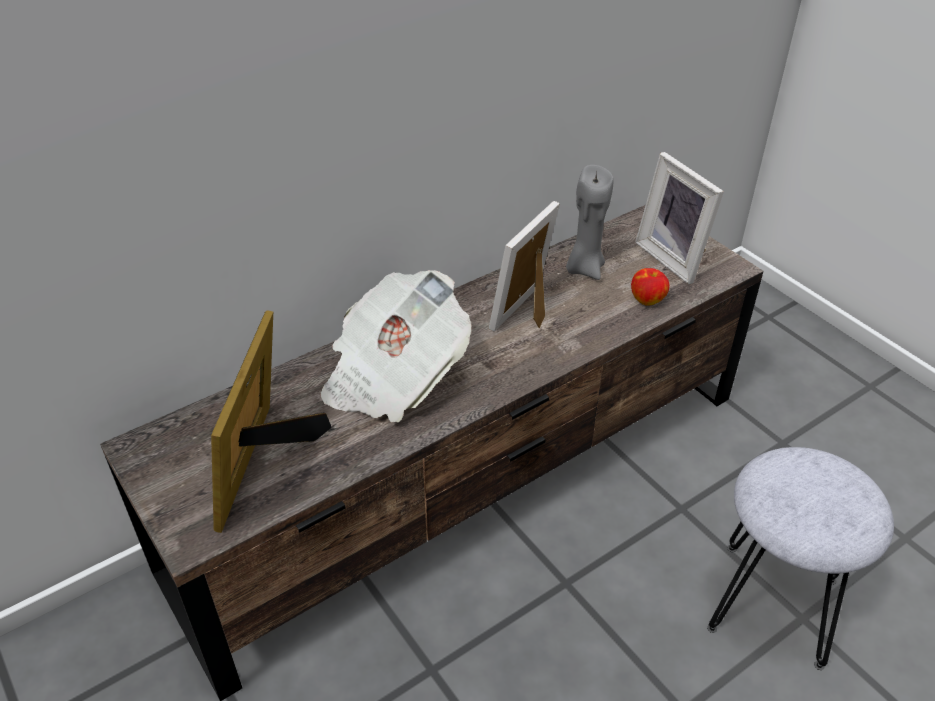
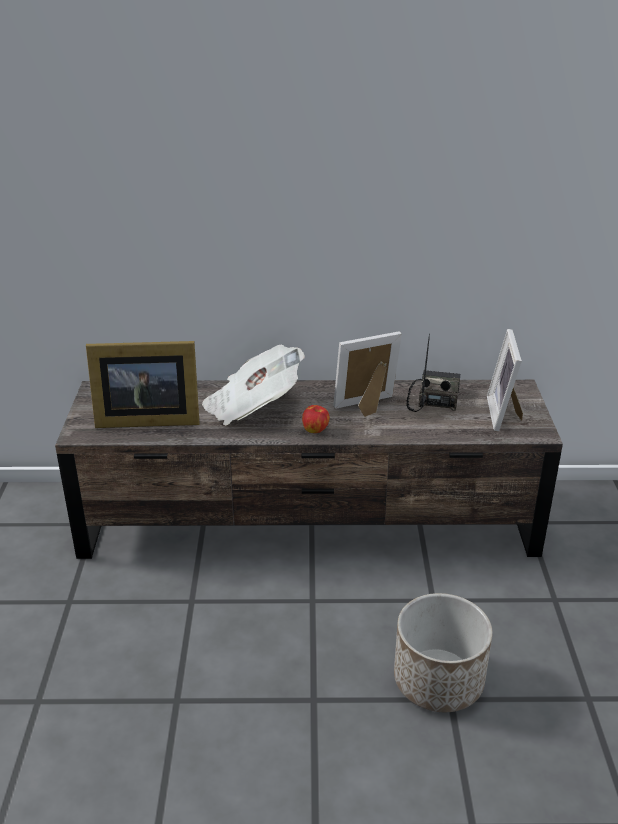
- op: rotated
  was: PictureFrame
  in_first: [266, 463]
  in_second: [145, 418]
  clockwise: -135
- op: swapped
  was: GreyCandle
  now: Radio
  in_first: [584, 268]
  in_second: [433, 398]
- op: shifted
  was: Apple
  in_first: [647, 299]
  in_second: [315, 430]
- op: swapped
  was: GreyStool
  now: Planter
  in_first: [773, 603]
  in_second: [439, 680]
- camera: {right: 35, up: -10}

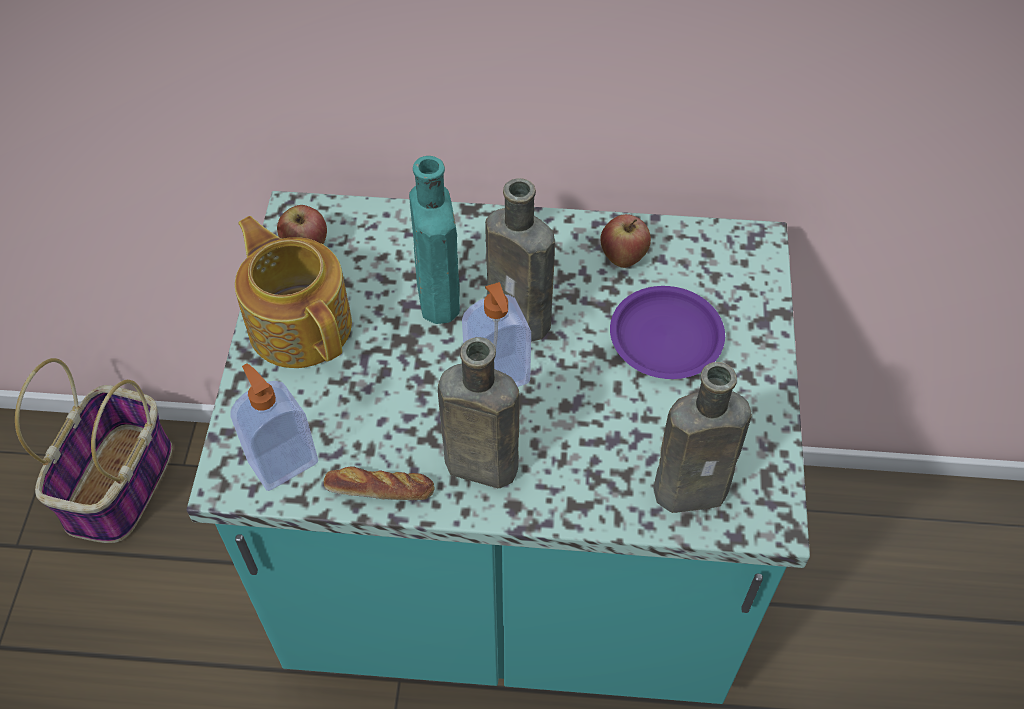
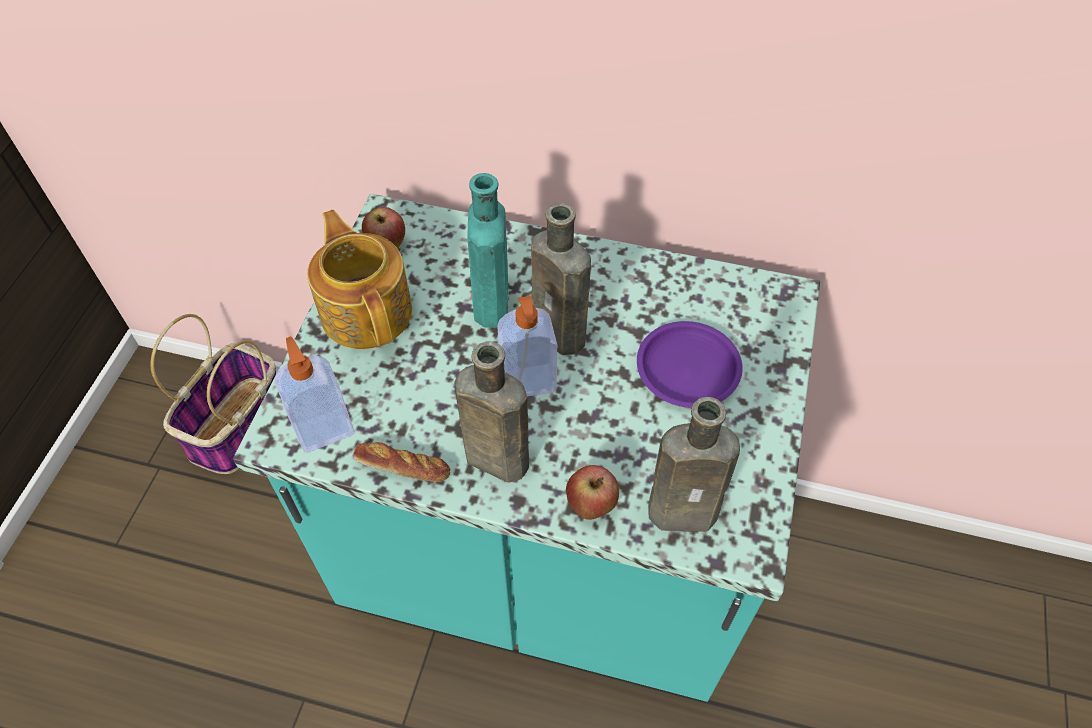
- op: shifted
  was: Apple
  in_first: [623, 258]
  in_second: [591, 506]
- camera: {right: 10, up: 0}

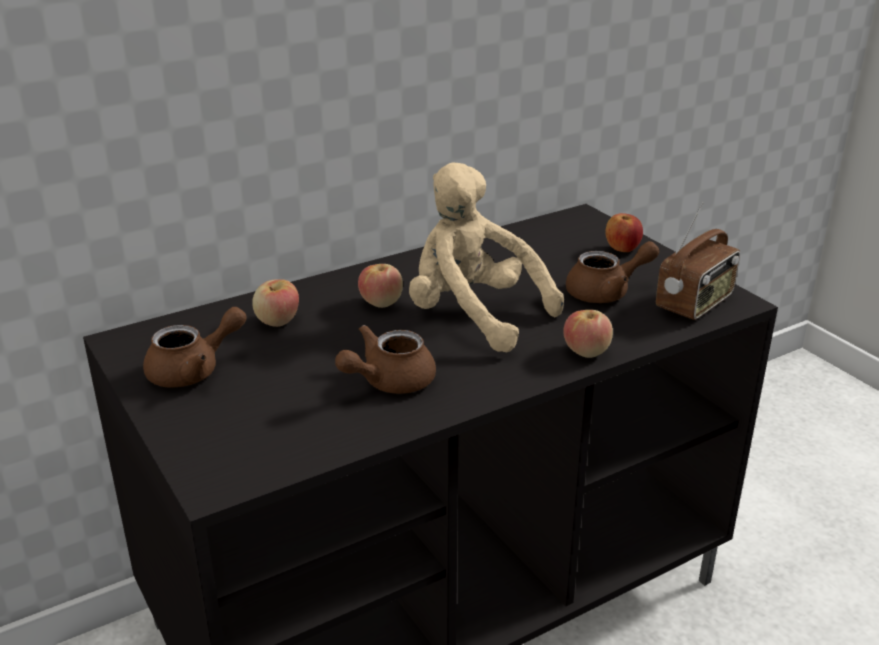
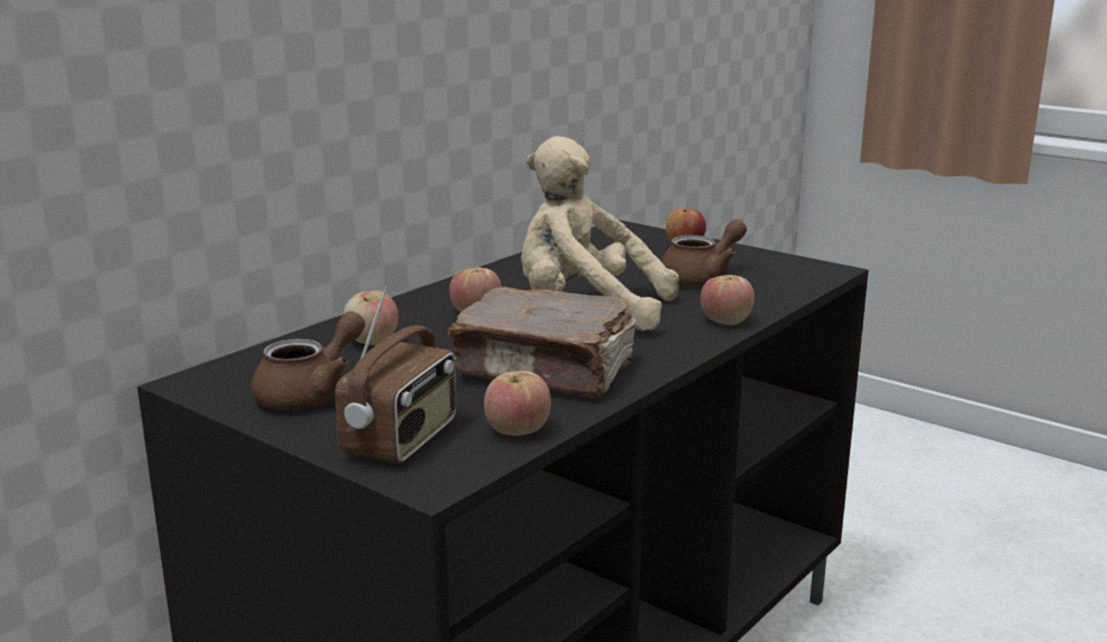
- op: swapped
  was: BrownTeapot
  now: BrownBook
  in_first: [388, 382]
  in_second: [546, 371]
- op: shifted
  was: Radio
  in_first: [695, 303]
  in_second: [402, 440]
- op: new
  now: Apple
  in_second: [517, 430]
- camera: {right: -20, up: -10}

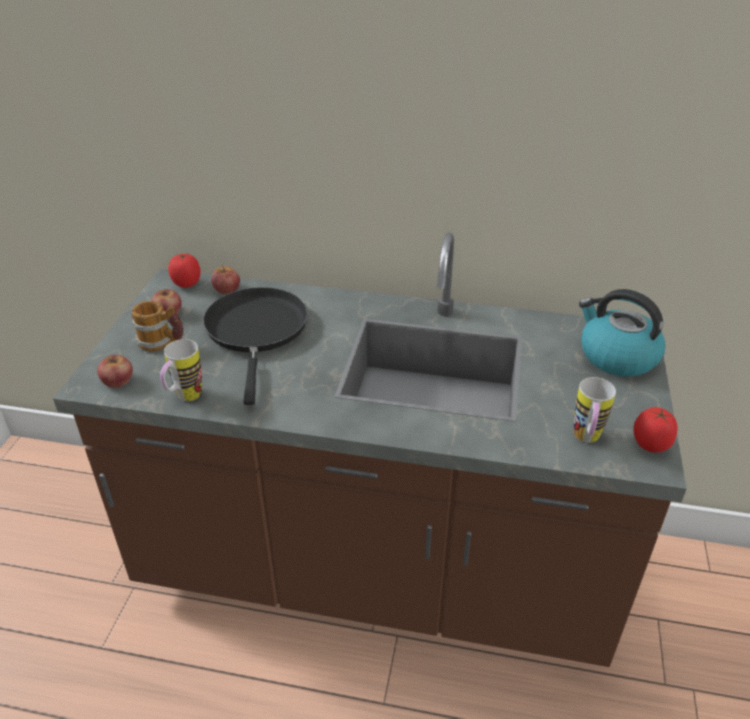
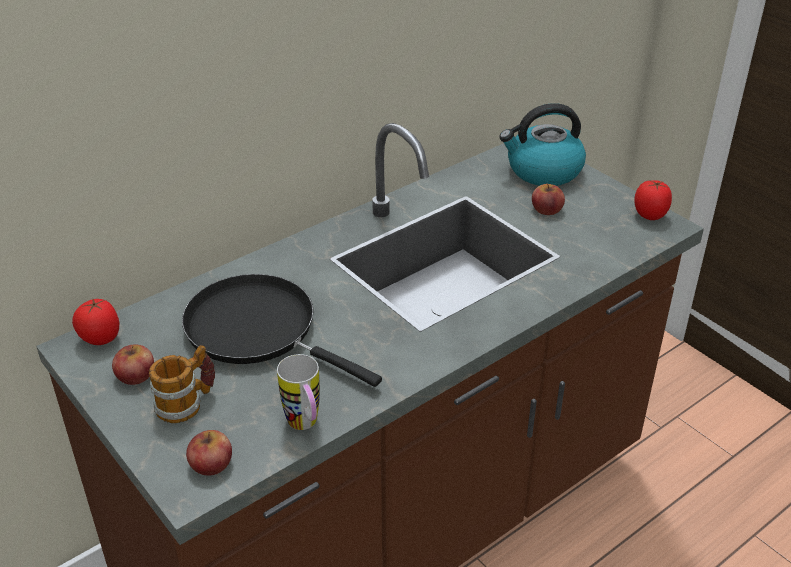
- op: shifted
  was: Apple
  in_first: [226, 289]
  in_second: [546, 209]
- op: gone
  was: Mug
  in_first: [586, 440]
- camera: {right: -50, up: 0}

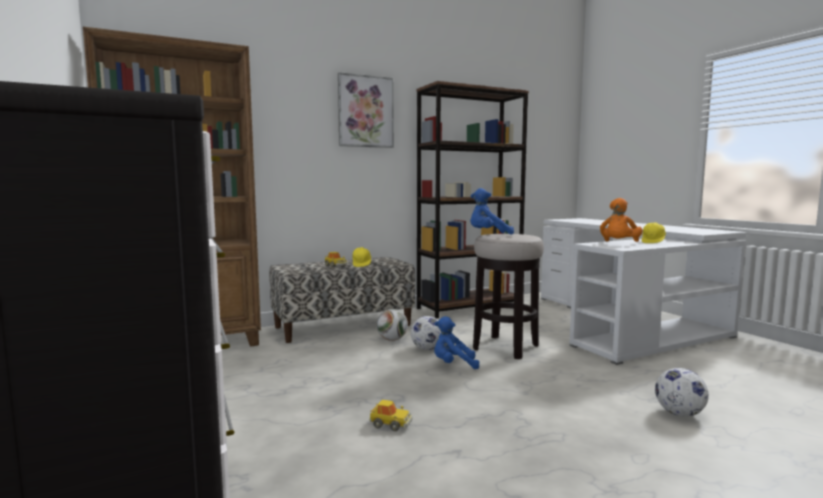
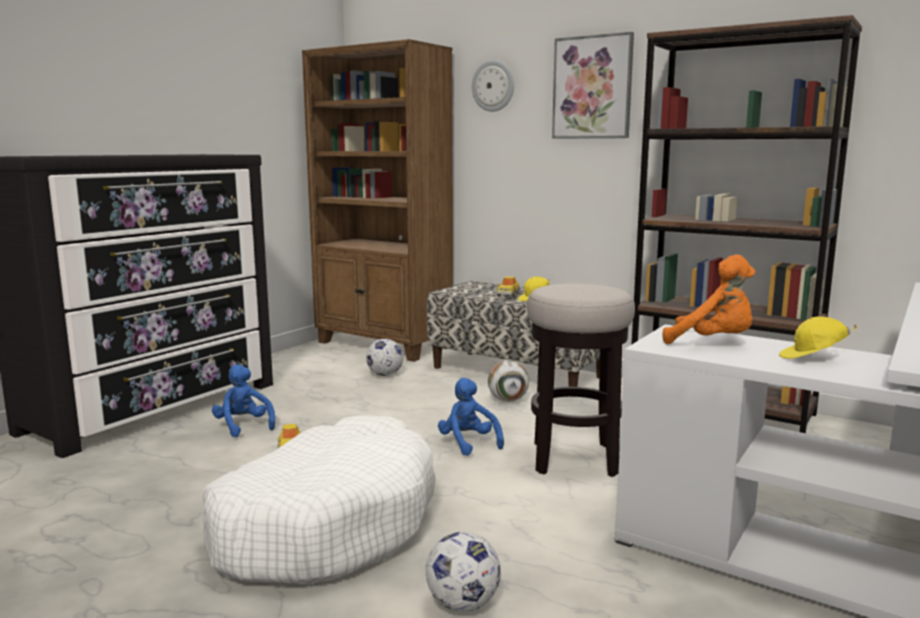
- op: shifted
  was: Football
  in_first: [427, 348]
  in_second: [385, 374]
- op: shifted
  was: BluePlushToy
  in_first: [488, 234]
  in_second: [243, 426]
- op: rotated
  was: OrangePlushToy
  in_first: [619, 244]
  in_second: [713, 342]
  clockwise: -150
- op: new
  now: WhiteDogBed
  in_second: [326, 524]
- op: new
  now: WallClock
  in_second: [493, 86]
- camera: {right: 60, up: 5}

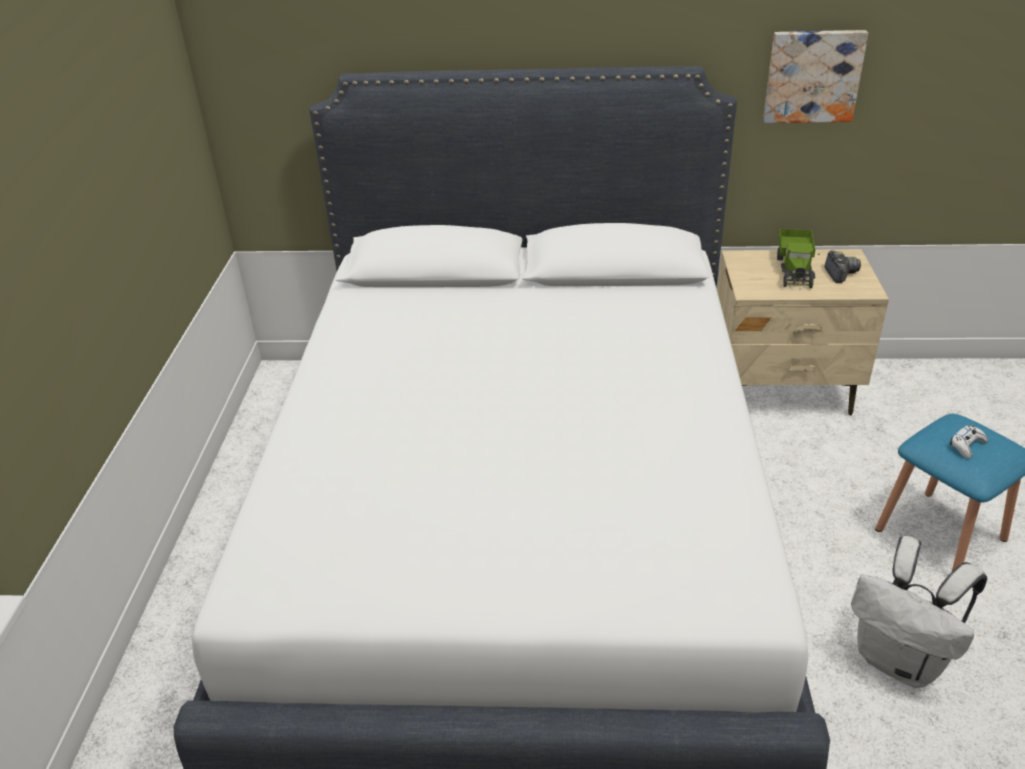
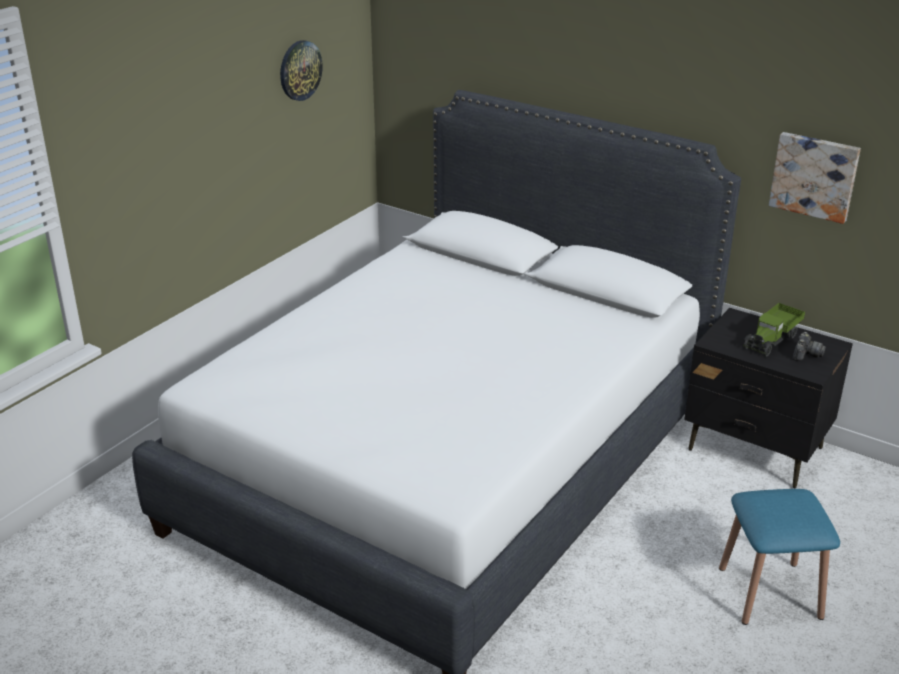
- op: repainted
  was: BeigeNightstand
  now: BlackNightstand
  in_first: [782, 390]
  in_second: [755, 449]
- op: gone
  was: WhiteBackpack
  in_first: [900, 661]
- op: gone
  was: WhiteGameController
  in_first: [967, 445]
- op: new
  now: WallClock
  in_second: [300, 70]
- camera: {right: 30, up: -5}

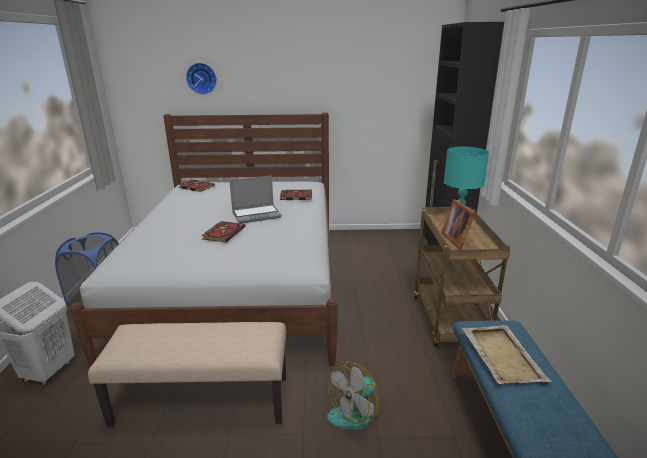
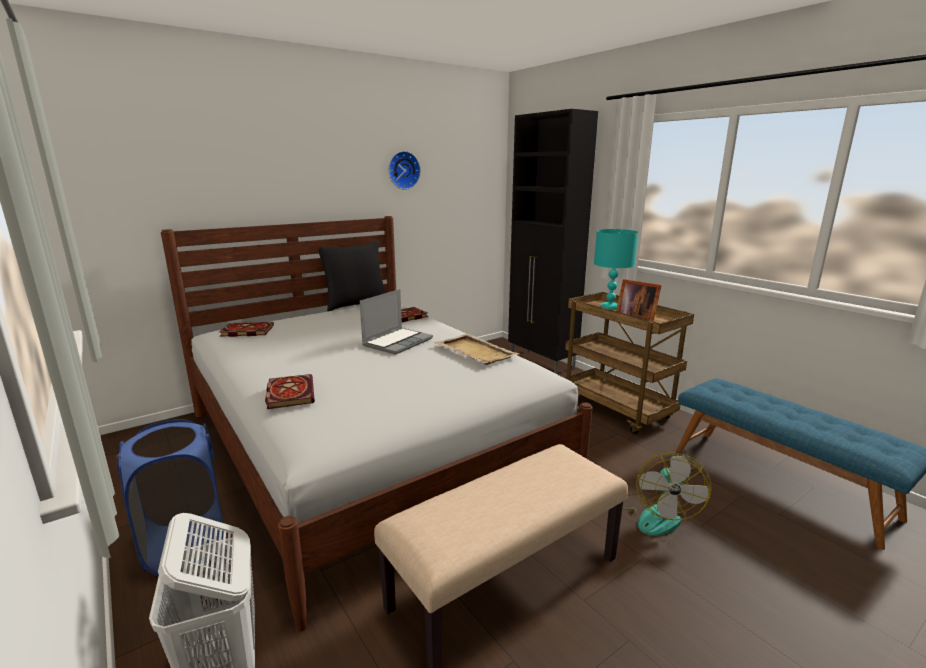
- op: shifted
  was: WallClock
  in_first: [202, 78]
  in_second: [403, 170]
- op: shifted
  was: Book
  in_first: [223, 233]
  in_second: [289, 393]
- op: shifted
  was: BeigeTray
  in_first: [502, 355]
  in_second: [475, 351]
- op: new
  now: BlackPillow
  in_second: [356, 304]
- camera: {right: -35, up: -5}

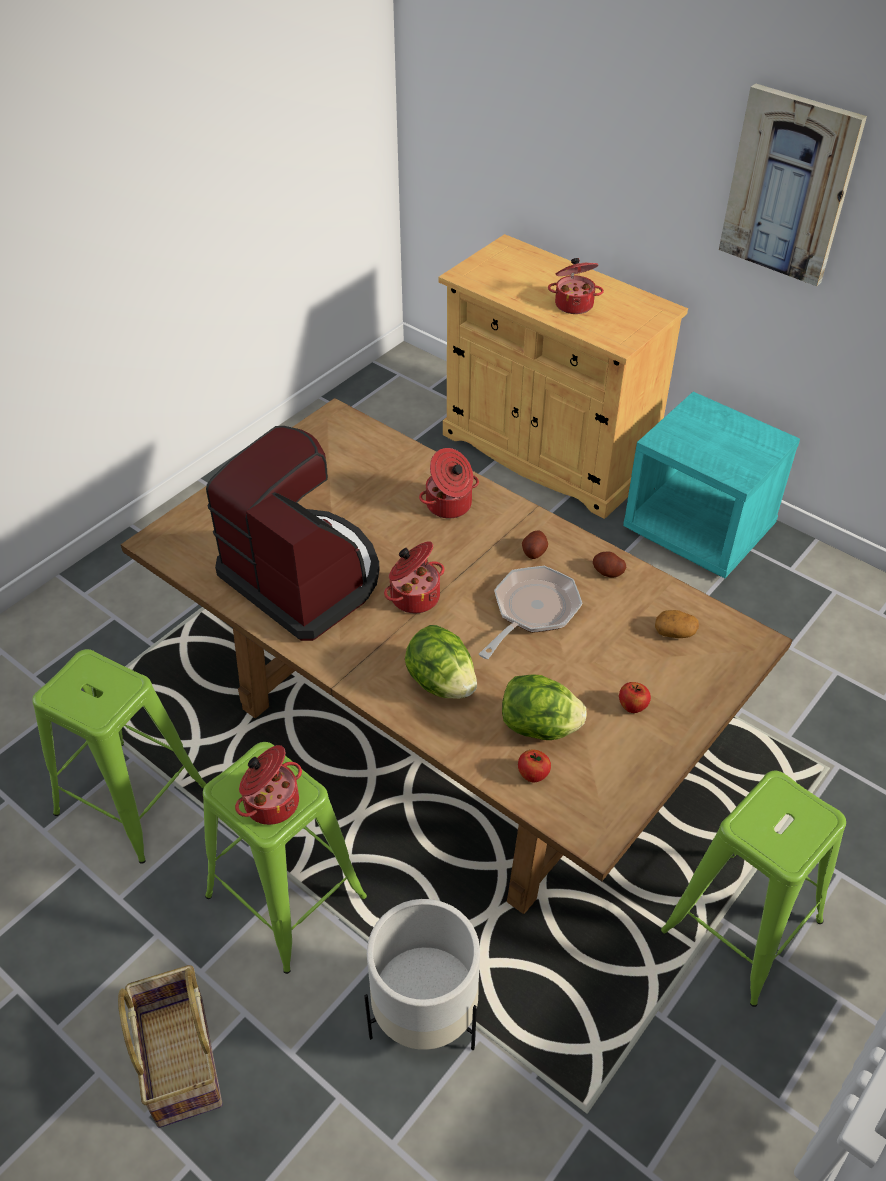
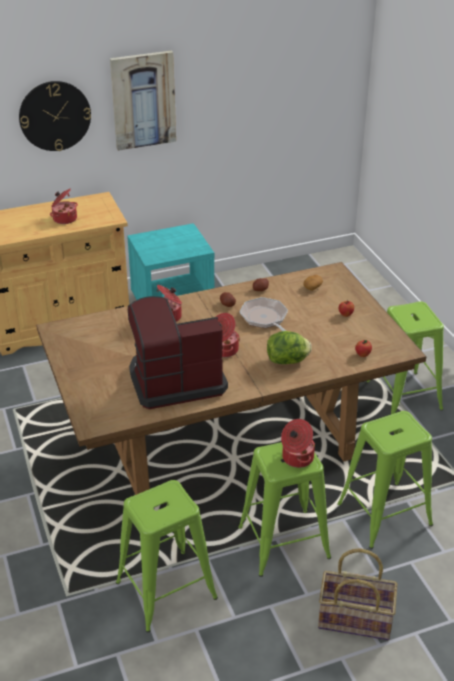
- op: swapped
  was: WhitePlanter
  now: GreenStool
  in_first: [425, 1014]
  in_second: [385, 514]
- op: gone
  was: Lettuce
  in_first: [539, 727]
- op: new
  now: WallClock
  in_second: [55, 116]
- camera: {right: -60, up: -10}

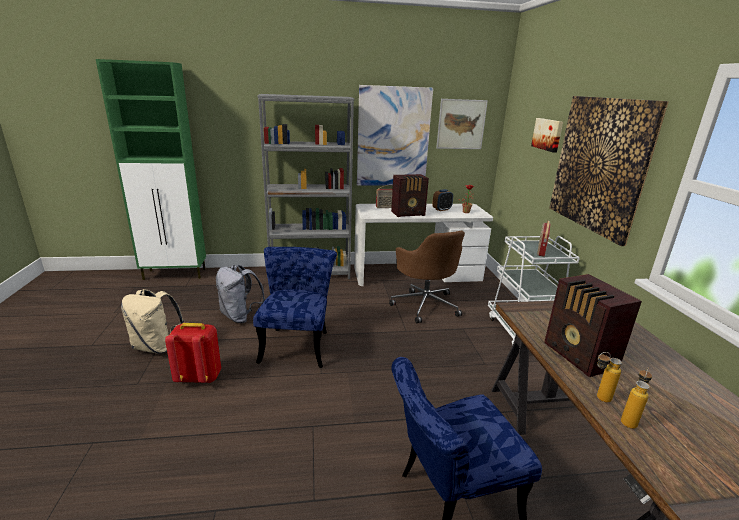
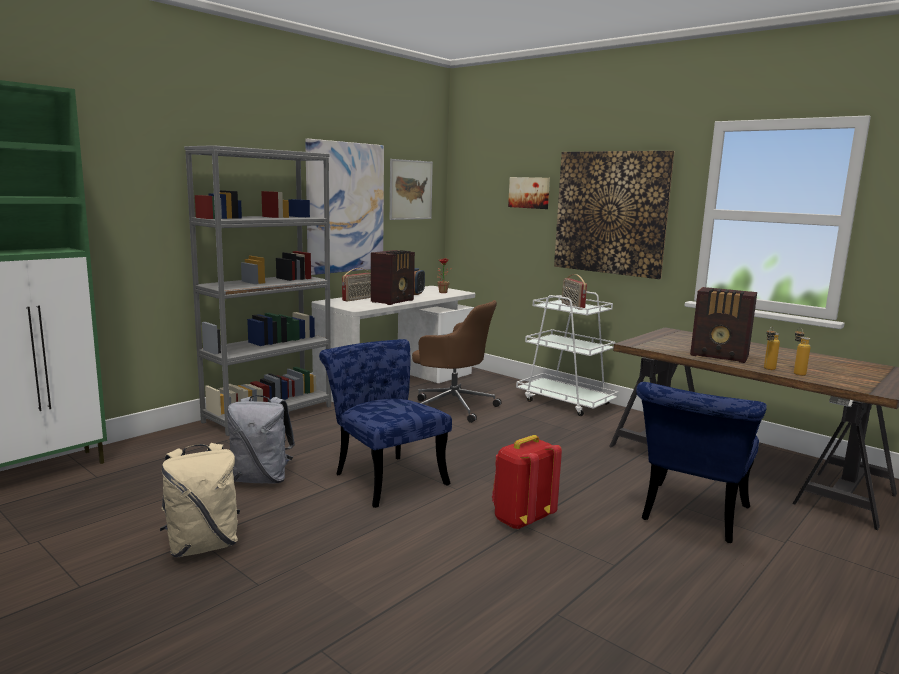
- op: shifted
  was: RedBackpack
  in_first: [199, 377]
  in_second: [521, 520]
- camera: {right: -40, up: -10}

